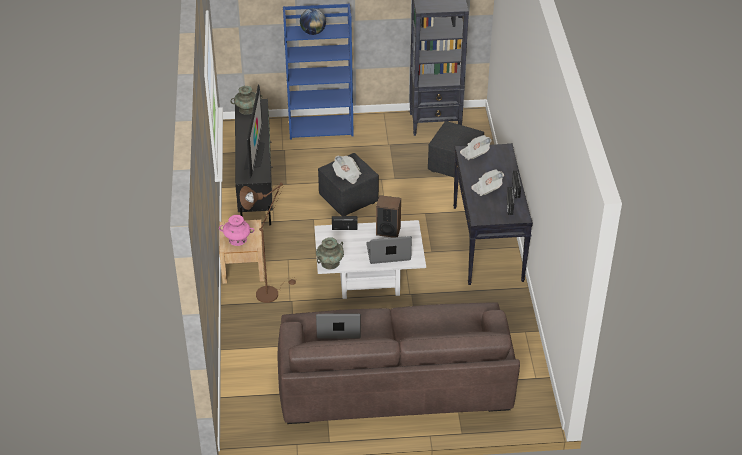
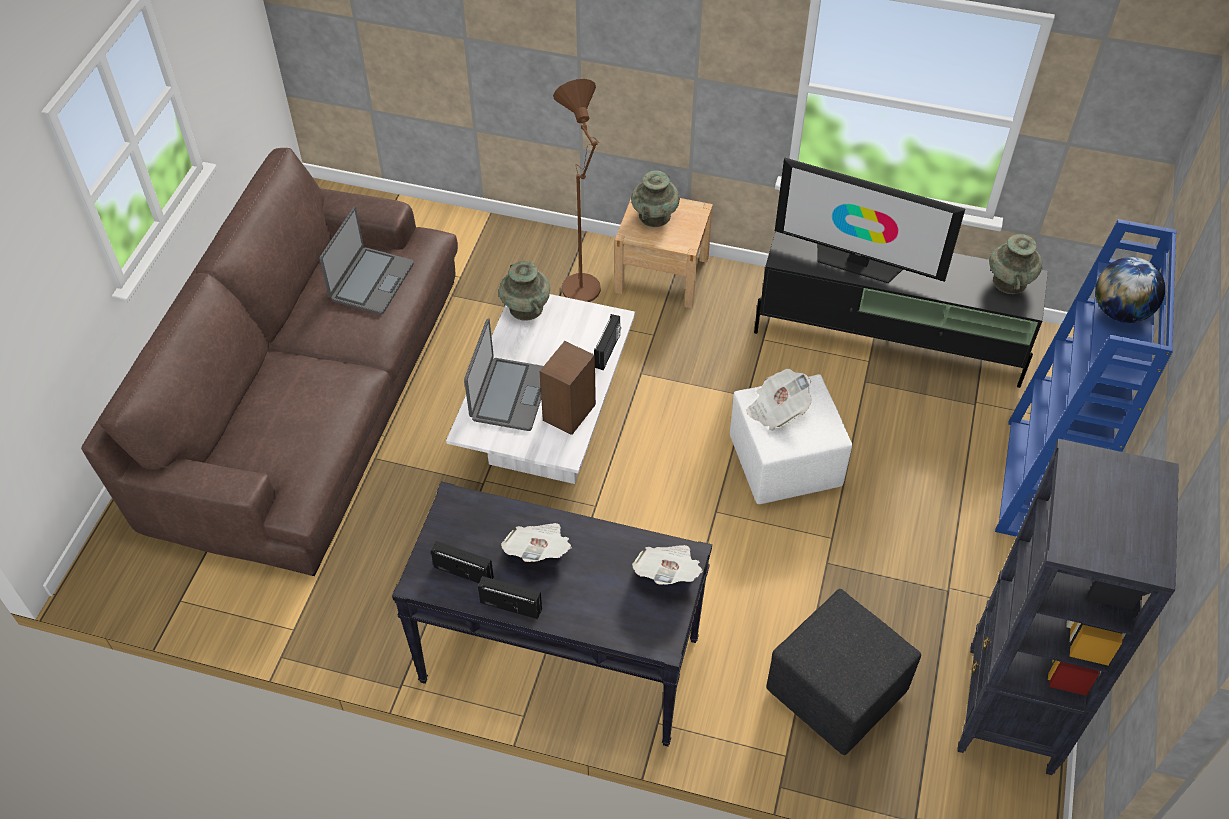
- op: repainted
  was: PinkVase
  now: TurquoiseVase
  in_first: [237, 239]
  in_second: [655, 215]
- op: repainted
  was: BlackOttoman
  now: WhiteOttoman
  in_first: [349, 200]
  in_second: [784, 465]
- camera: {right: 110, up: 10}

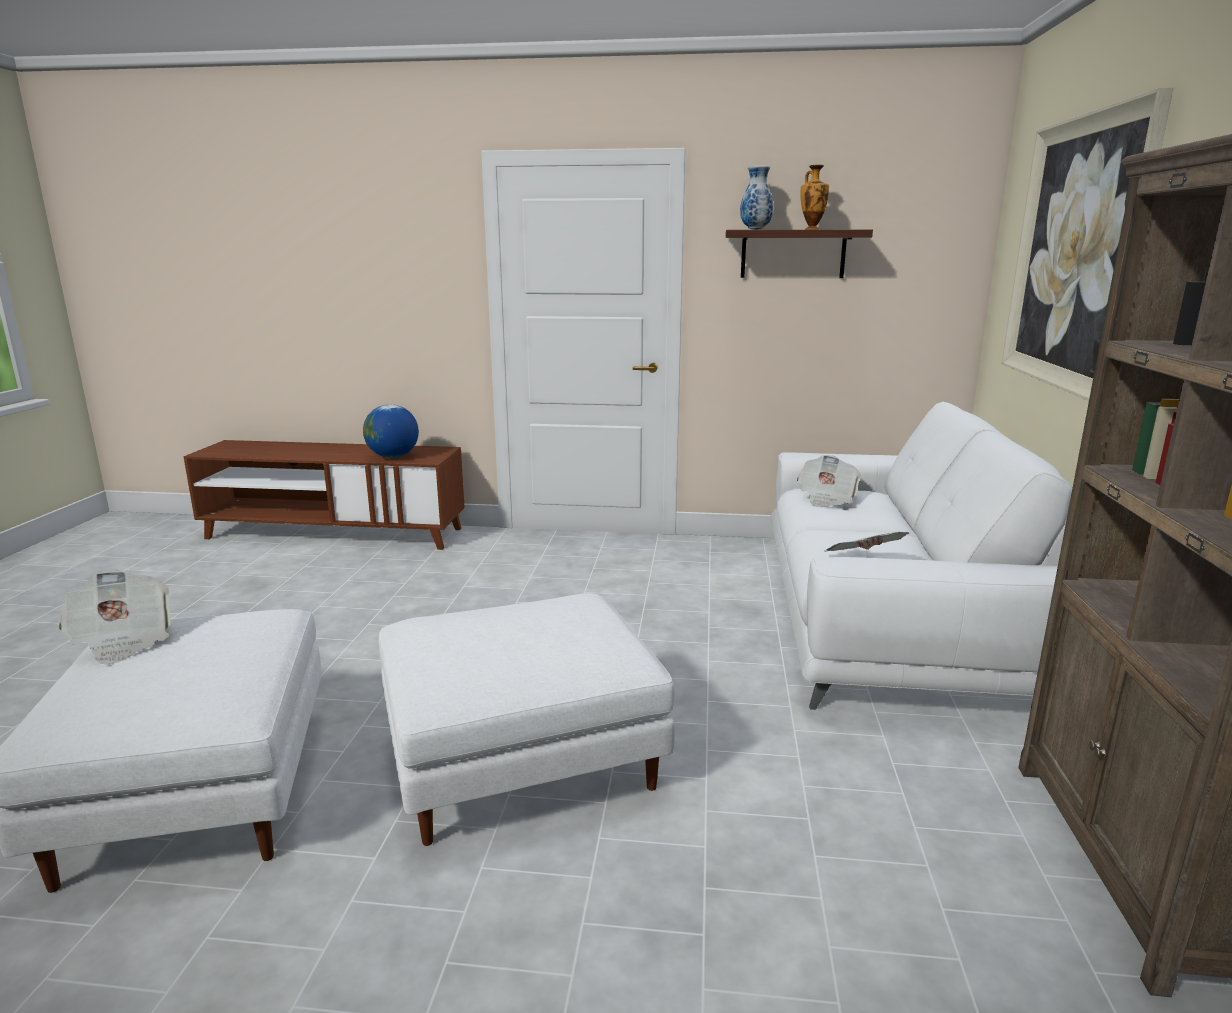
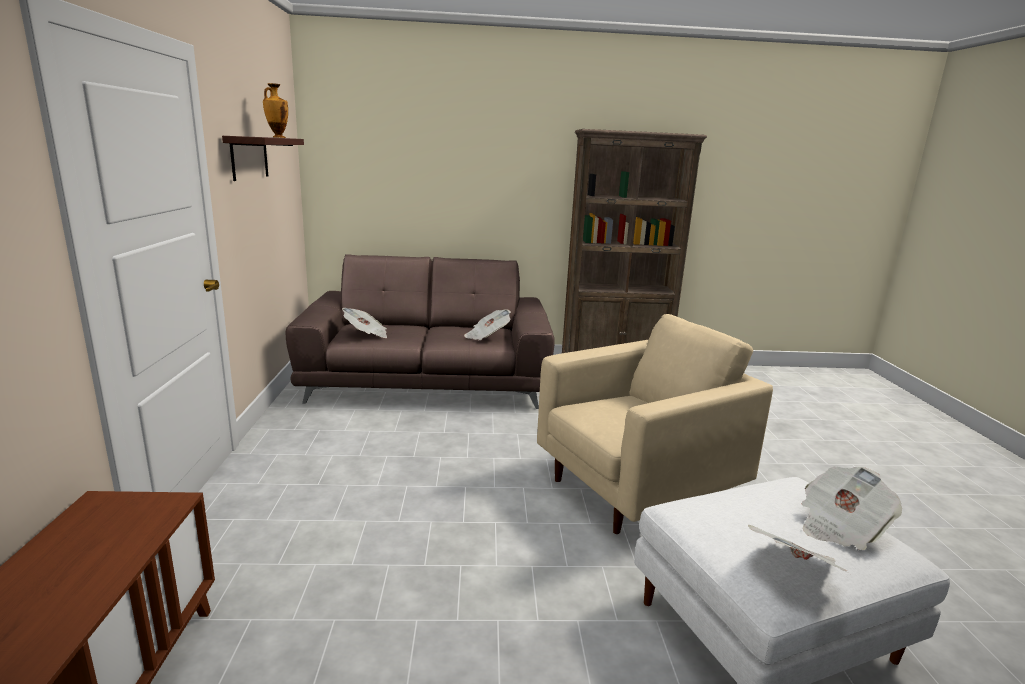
- op: gone
  was: Globe
  in_first: [393, 457]
- op: swapped
  was: WhiteOttoman
  now: BeigeArmchair
  in_first: [519, 764]
  in_second: [637, 489]
- op: gone
  was: Vase
  in_first: [755, 229]
- op: repainted
  was: WhiteSofa
  now: BrownSofa
  in_first: [890, 619]
  in_second: [428, 381]
- op: gone
  was: Picture
  in_first: [1076, 253]
- op: new
  now: Newspaper
  in_second: [840, 526]
- camera: {right: -100, up: 0}

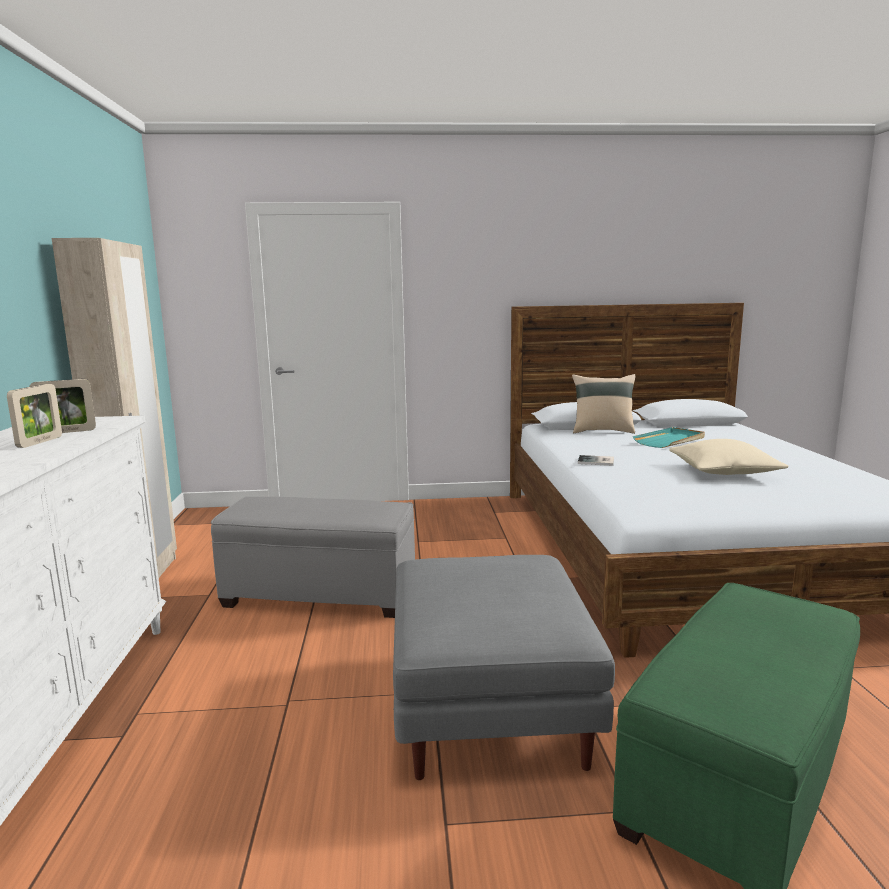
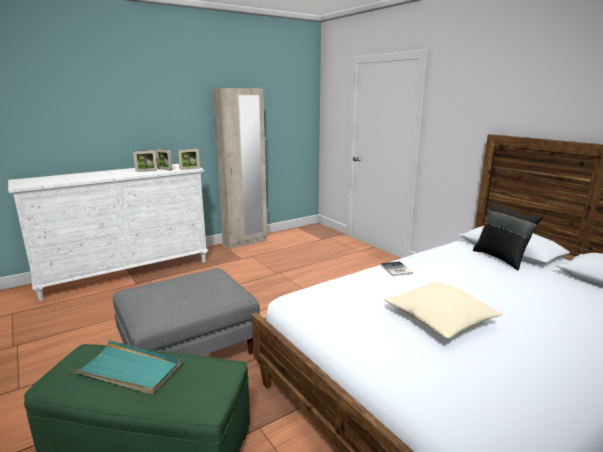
- op: gone
  was: GreyOttoman
  in_first: [320, 594]
- op: repainted
  was: BeigePillow
  now: BlackPillow
  in_first: [602, 431]
  in_second: [501, 258]
- op: shifted
  was: TurquoiseTray
  in_first: [670, 440]
  in_second: [129, 370]
- op: new
  now: PictureFrame
  in_second: [189, 169]
- camera: {right: 60, up: 5}

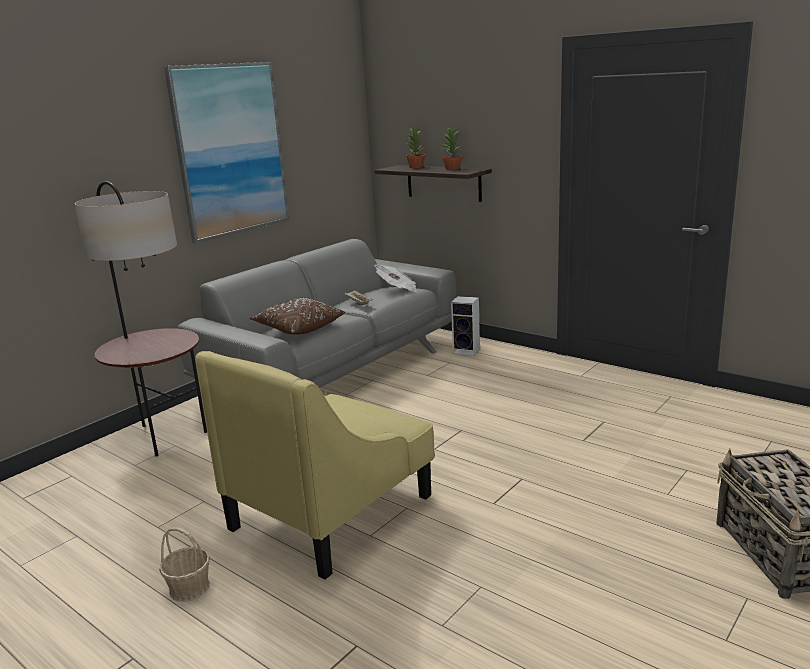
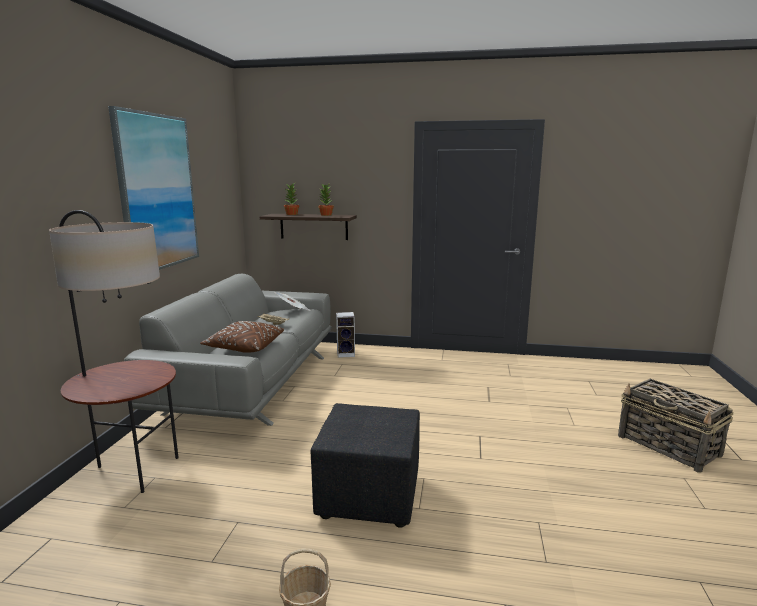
- op: swapped
  was: YellowArmchair
  now: BlackOttoman
  in_first: [332, 511]
  in_second: [368, 497]
- camera: {right: -30, up: -5}

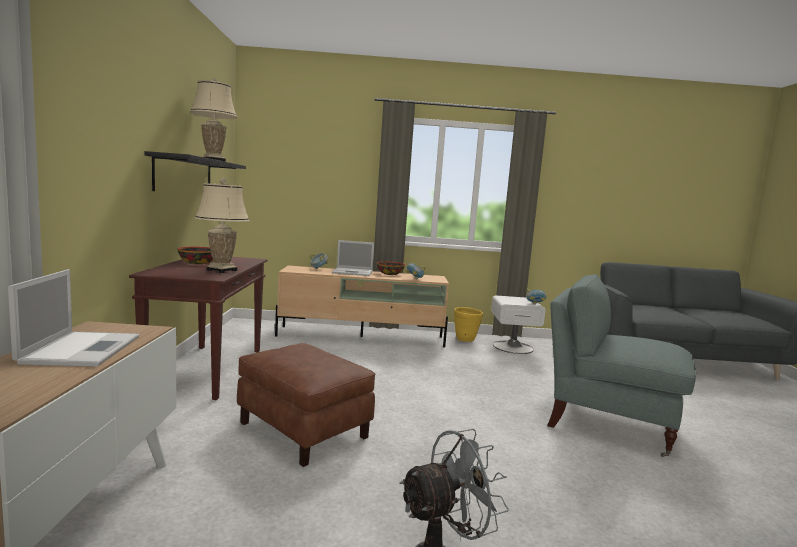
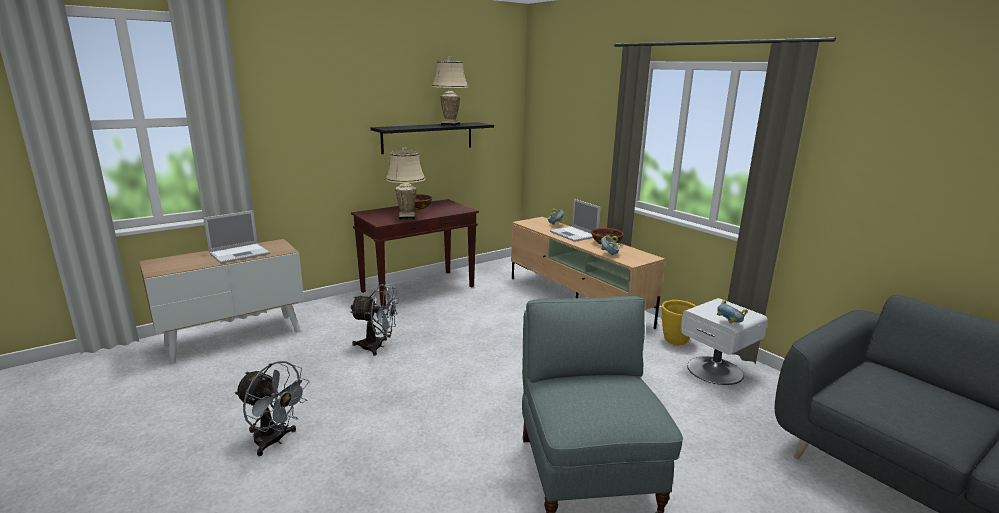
- op: swapped
  was: BrownOttoman
  now: GreyFan
  in_first: [302, 430]
  in_second: [377, 346]
- camera: {right: 55, up: 10}

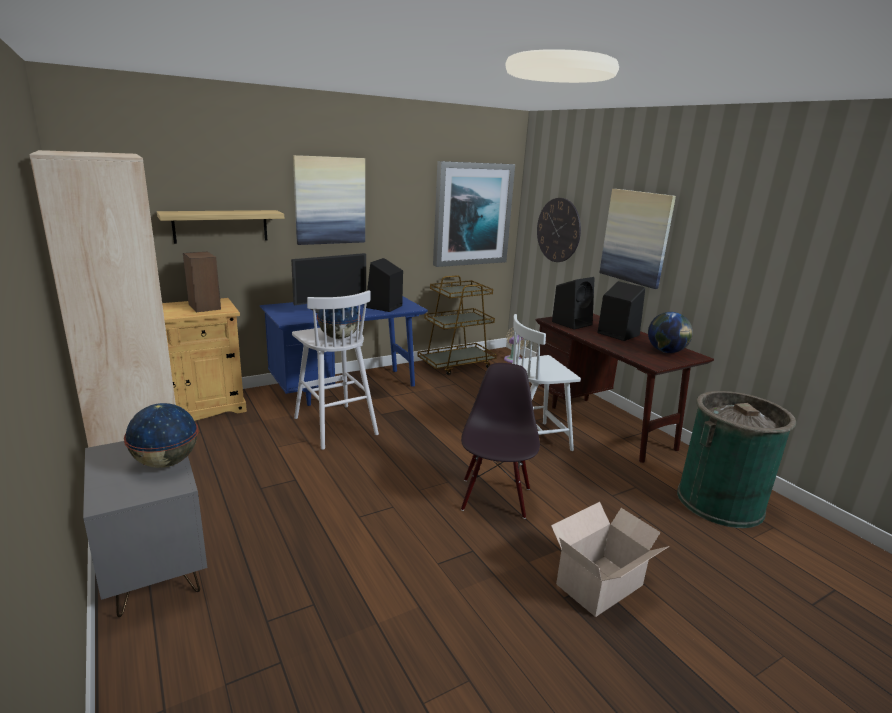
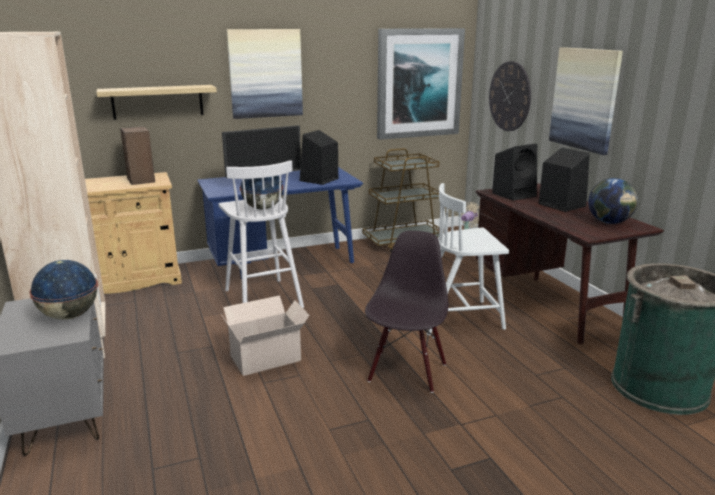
- op: shifted
  was: CardboardBox
  in_first: [601, 584]
  in_second: [267, 358]
- camera: {right: 10, up: 0}

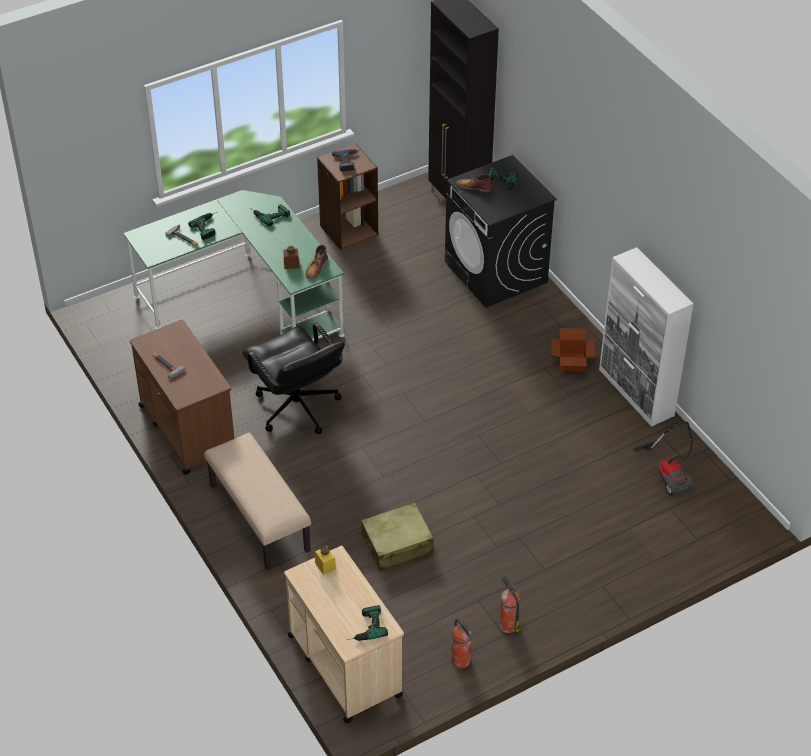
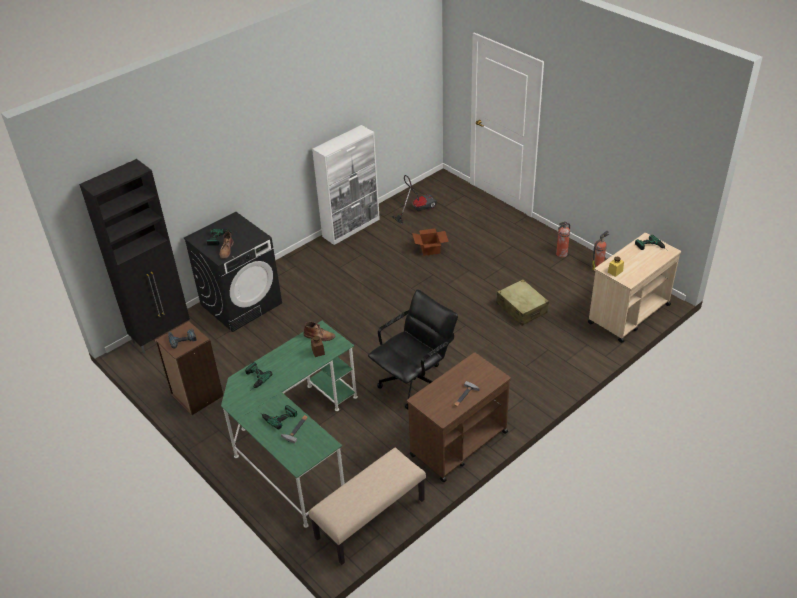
- op: shifted
  was: BeigeBench
  in_first: [258, 518]
  in_second: [370, 519]
- op: shifted
  was: CardboardBox
  in_first: [570, 362]
  in_second: [430, 249]
- camera: {right: -100, up: -5}

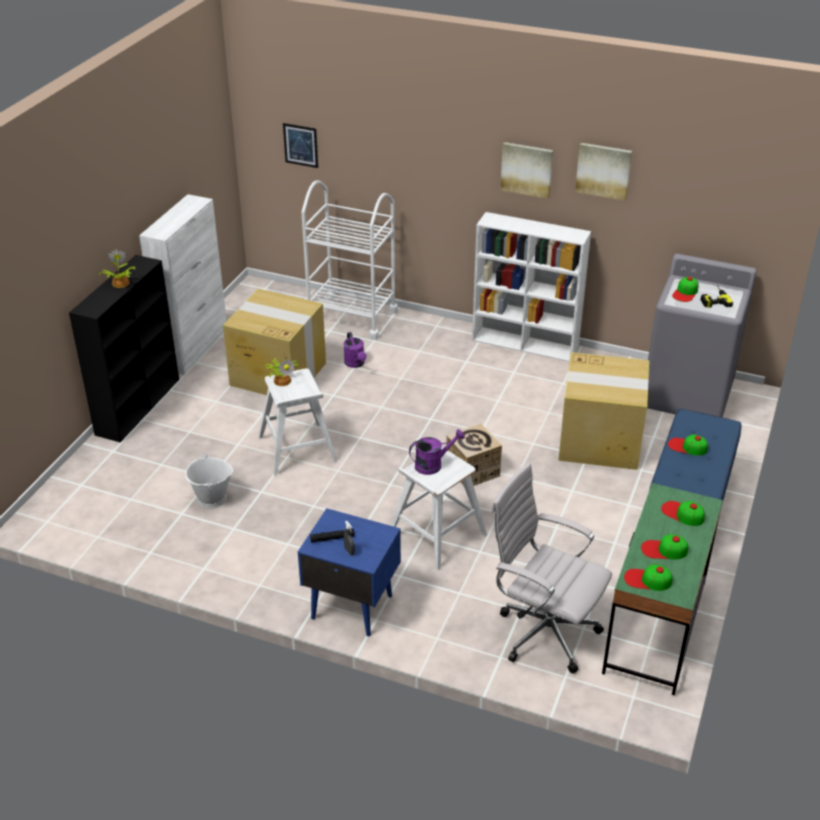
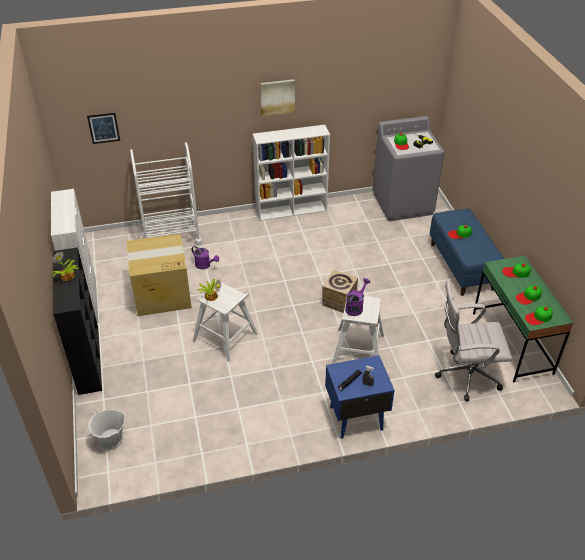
- op: shifted
  was: WhiteBucket
  in_first: [211, 499]
  in_second: [111, 440]
- op: gone
  was: CardboardBox
  in_first: [601, 441]
- op: gone
  was: Picture
  in_first: [603, 170]
- camera: {right: -35, up: 5}

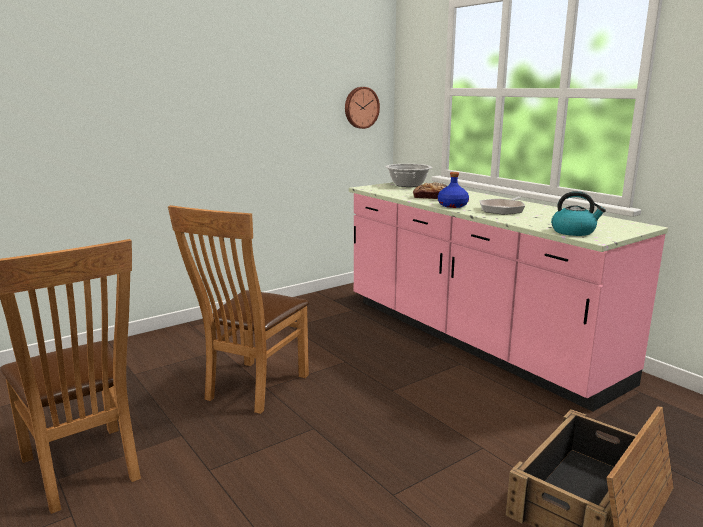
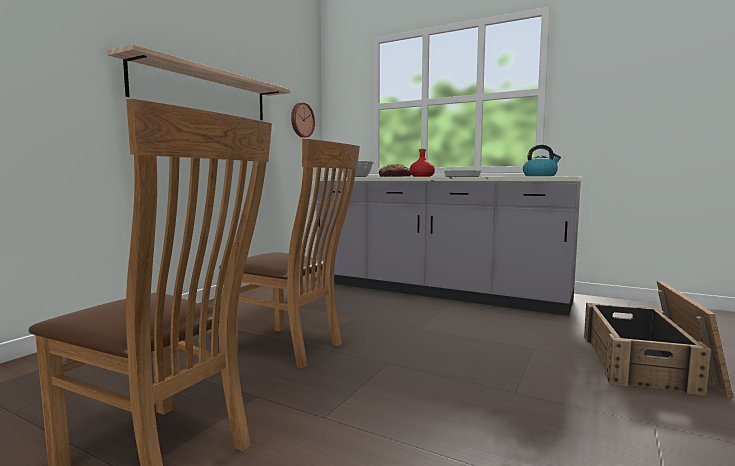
- op: rotated
  was: BrownChair
  in_first: [252, 389]
  in_second: [292, 348]
  clockwise: -60
- op: repainted
  was: PinkCounter
  now: GreyCounter
  in_first: [472, 339]
  in_second: [436, 291]
- op: repainted
  was: BlueBottle
  now: RedBottle
  in_first: [452, 205]
  in_second: [421, 176]
- op: new
  now: Shelf
  in_second: [204, 93]
- camera: {right: -25, up: -10}

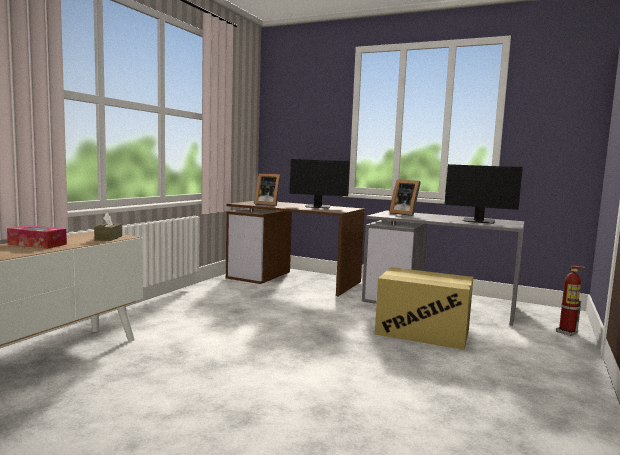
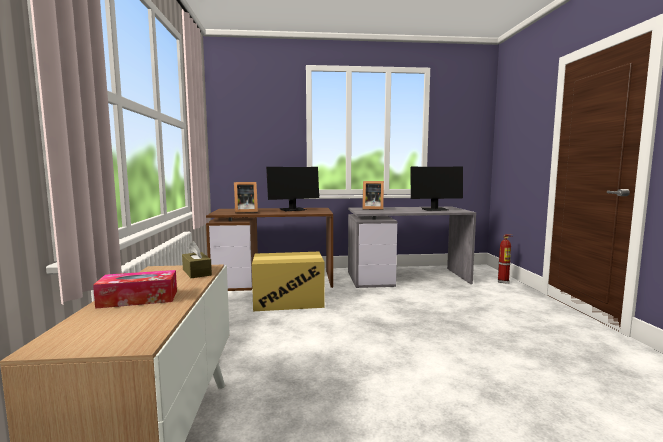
- op: shifted
  was: CardboardBox
  in_first: [423, 332]
  in_second: [288, 301]
- camera: {right: -30, up: 0}

